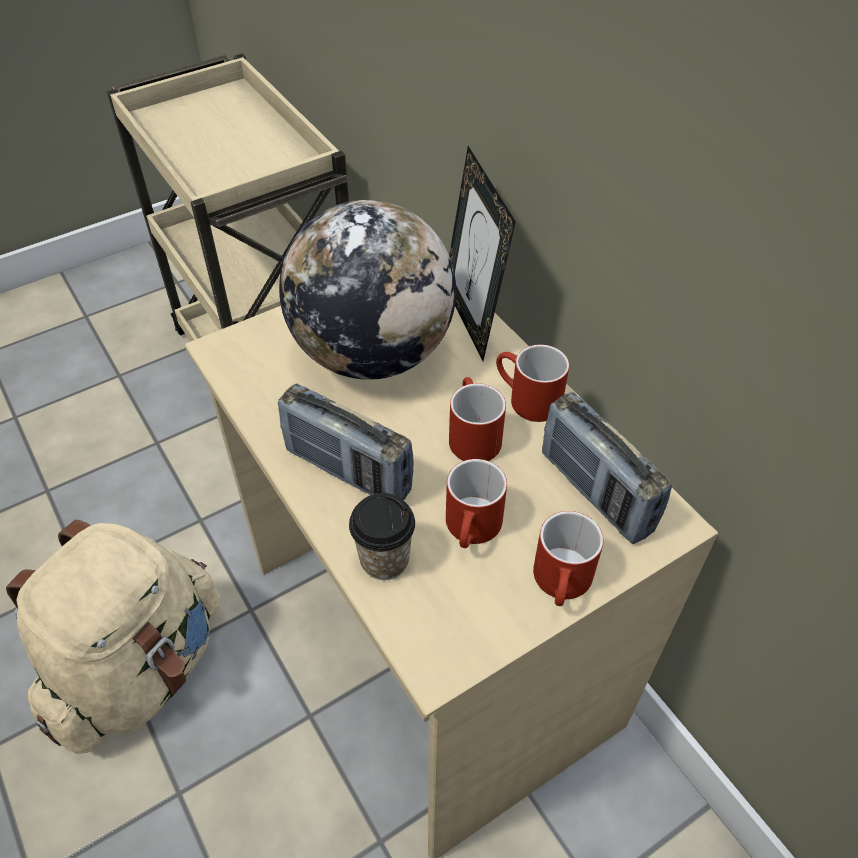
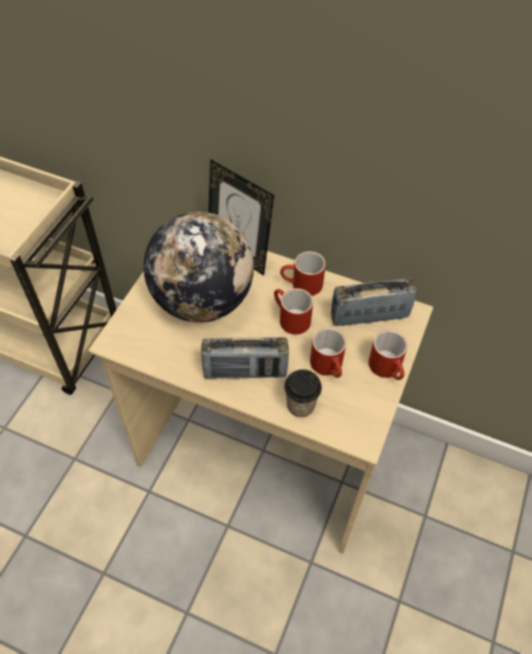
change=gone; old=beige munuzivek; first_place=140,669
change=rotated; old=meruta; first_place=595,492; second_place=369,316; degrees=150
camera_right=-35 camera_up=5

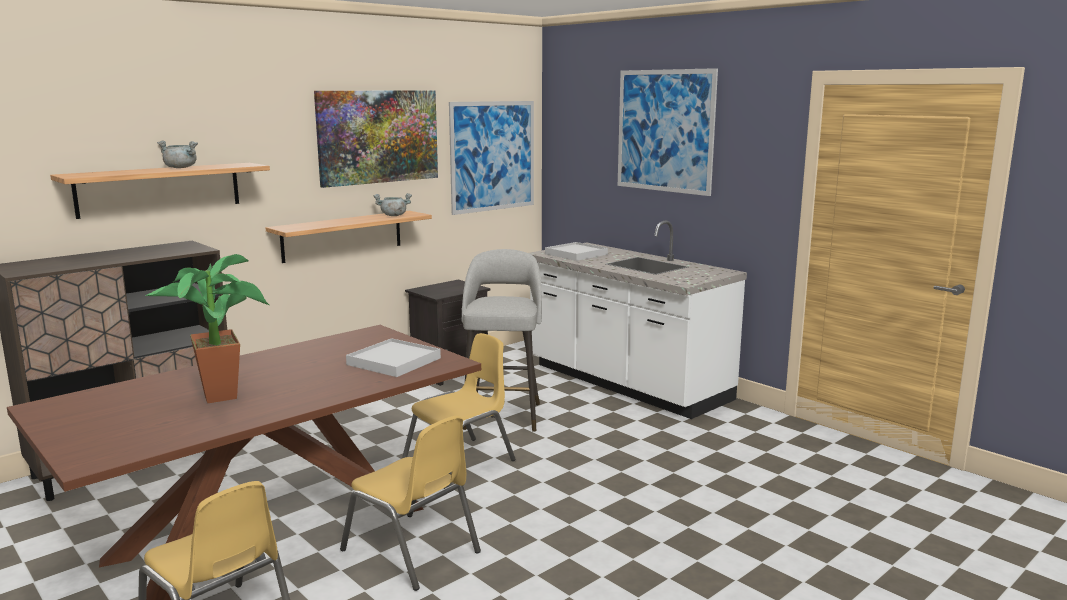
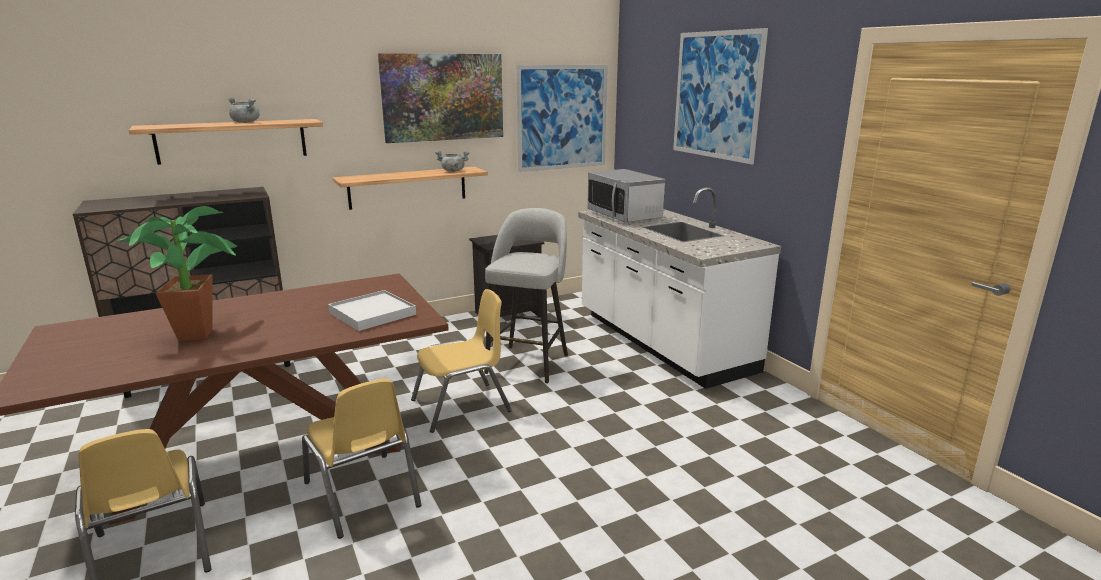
change=swapped; old=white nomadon; new=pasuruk; first_place=576,254; second_place=624,215
camera_right=15 camera_up=5

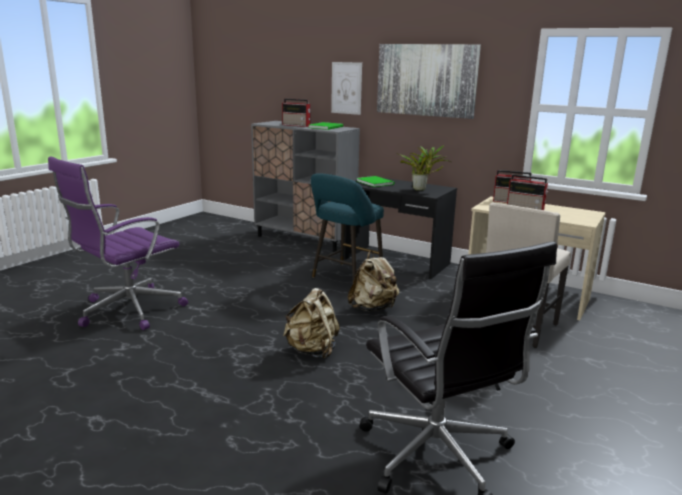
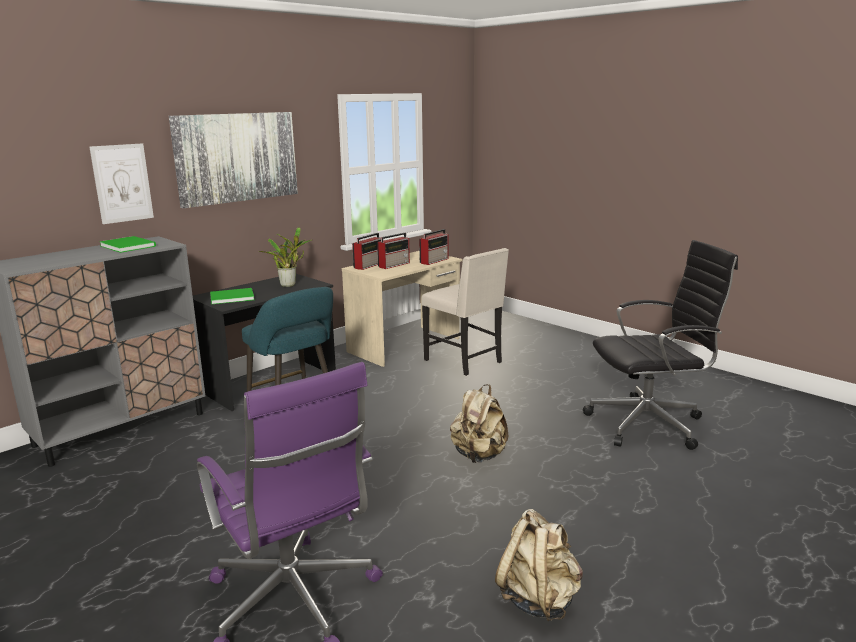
change=shifted; old=meruta; first_place=297,125; second_place=434,261
change=shifted; old=beige munuzivek; first_place=373,308; second_place=539,599
camera_right=-75 camera_up=0

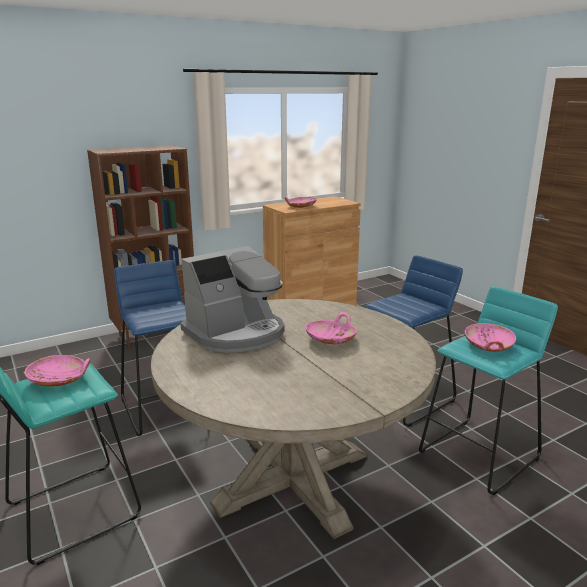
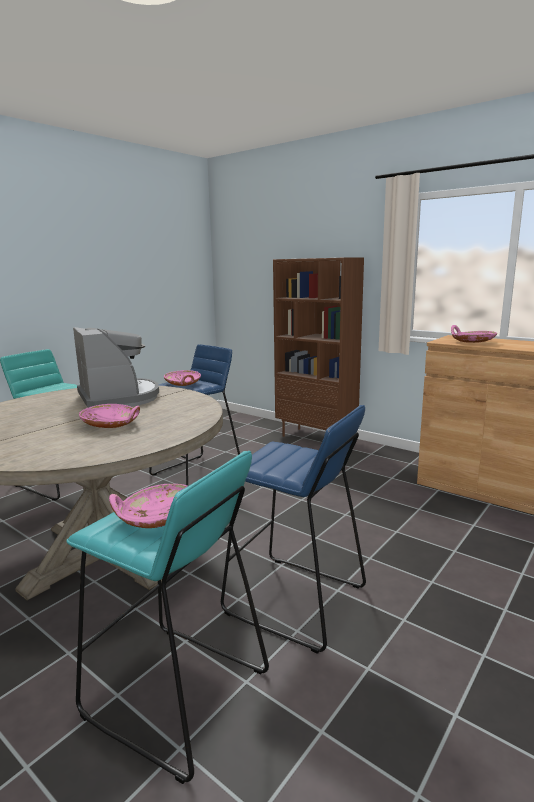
change=shifted; old=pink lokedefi; first_place=59,379; second_place=183,384
change=rotated; old=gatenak; first_place=236,333; second_place=119,398; degrees=-150
camera_right=70 camera_up=-5

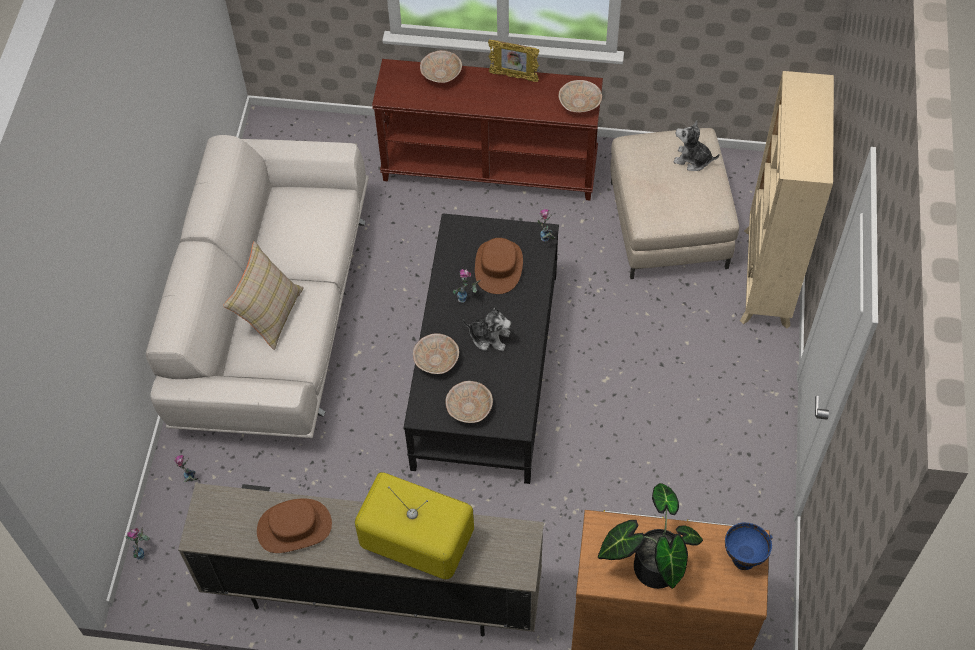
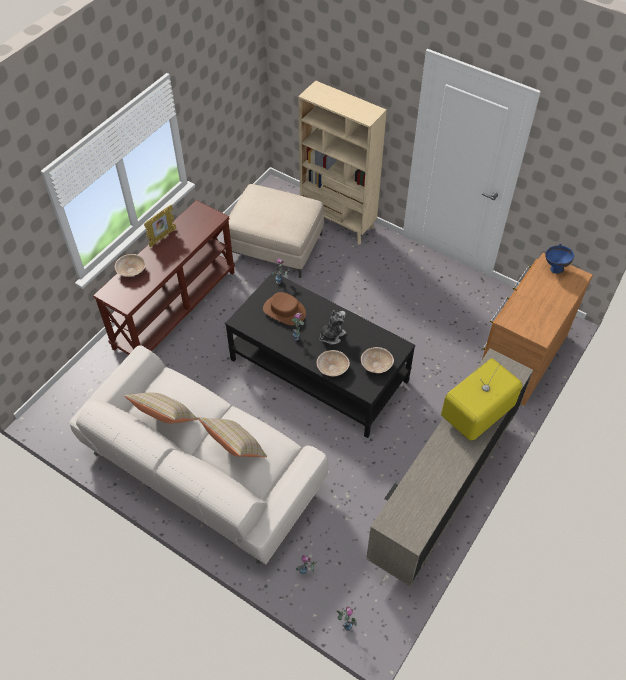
change=gone; old=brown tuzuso; first_place=294,527
change=gone; old=beige lokedefi; first_place=580,103
change=gone; old=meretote; first_place=650,565
change=gone; old=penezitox; first_place=692,159
change=new; new=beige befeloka; second_place=165,419
camera_right=-65 camera_up=-5

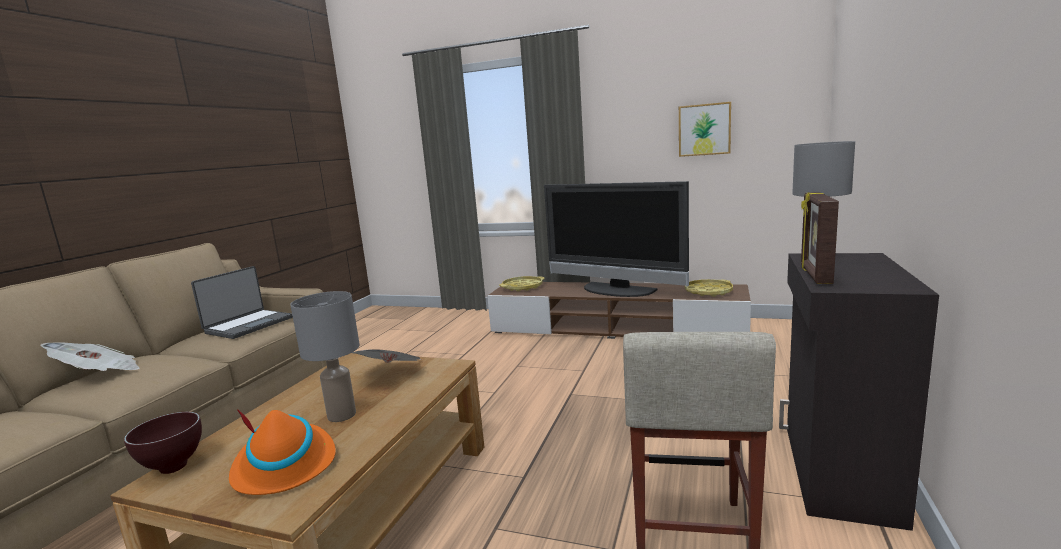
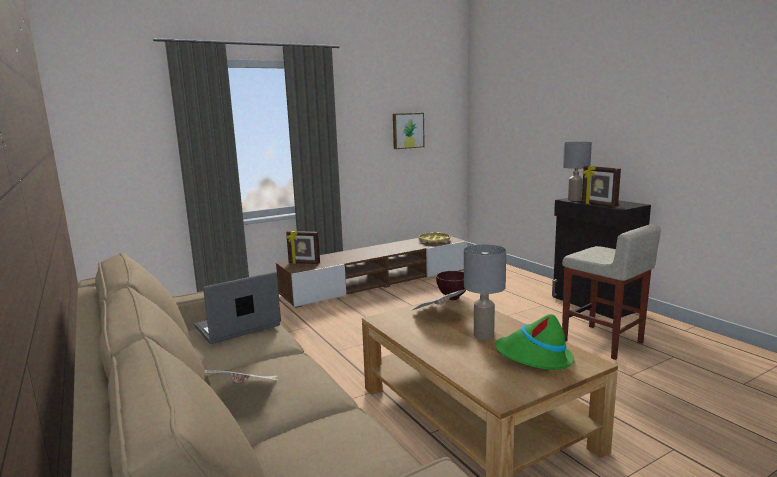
change=shifted; old=brown lokedefi; first_place=173,467; second_place=452,298
change=rotated; old=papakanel; first_place=248,325; second_place=238,327; degrees=-105
change=repainted; old=orange tuzuso; new=green tuzuso; first_place=285,465; second_place=534,358
change=swapped; old=yellow nomadon; new=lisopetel; first_place=522,287; second_place=304,263
change=gone; old=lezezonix; first_place=616,290
camera_right=-50 camera_up=0

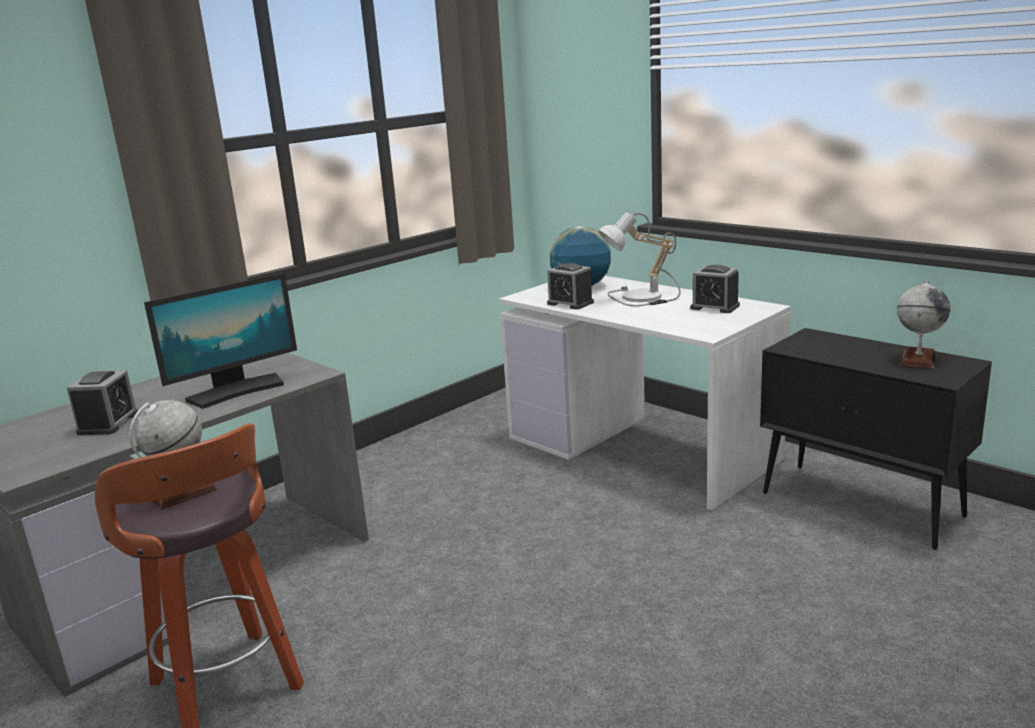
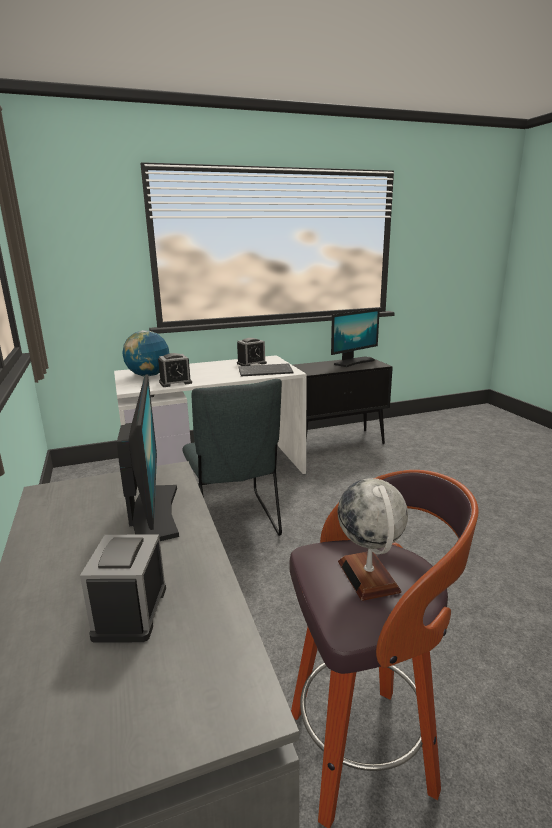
change=rotated; old=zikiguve; first_place=108,423; second_place=130,611; degrees=-120
change=gone; old=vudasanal; first_place=641,298
change=swapped; old=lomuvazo; new=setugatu; first_place=918,359; second_place=353,362
change=new; new=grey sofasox; second_place=234,523
change=new; new=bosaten; second_place=266,371
camera_right=-65 camera_up=0

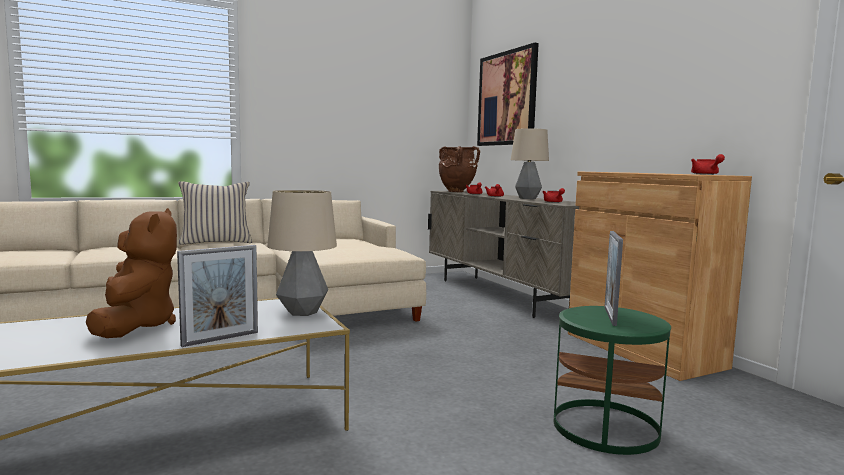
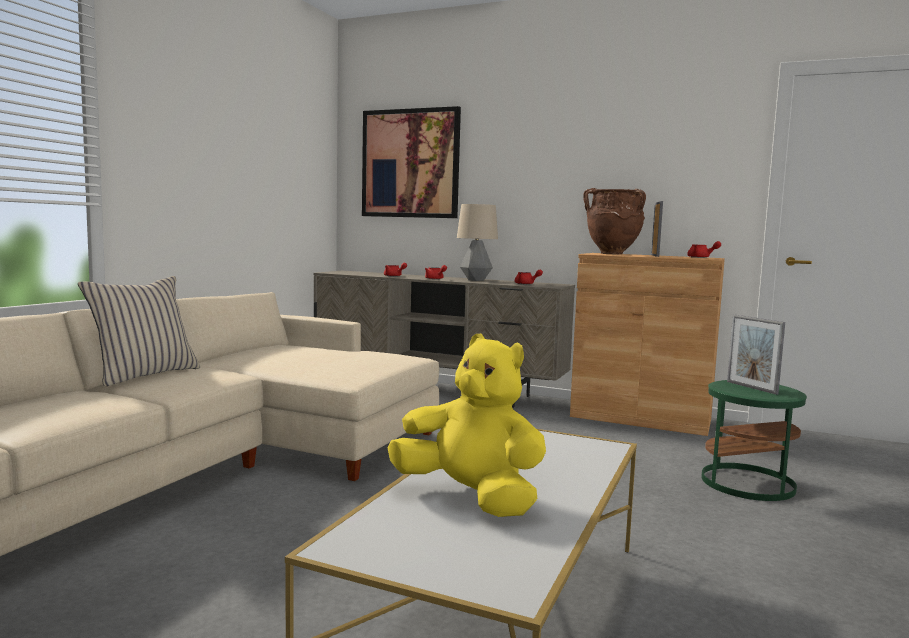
change=repainted; old=brown penezitox; new=yellow penezitox; first_place=135,326; second_place=470,497
change=shifted; old=lisopetel; first_place=220,339; second_place=655,255
change=gone; old=vudasanal; first_place=302,312
change=shifted; old=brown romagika; first_place=457,192; second_place=613,254
camera_right=-40 camera_up=0

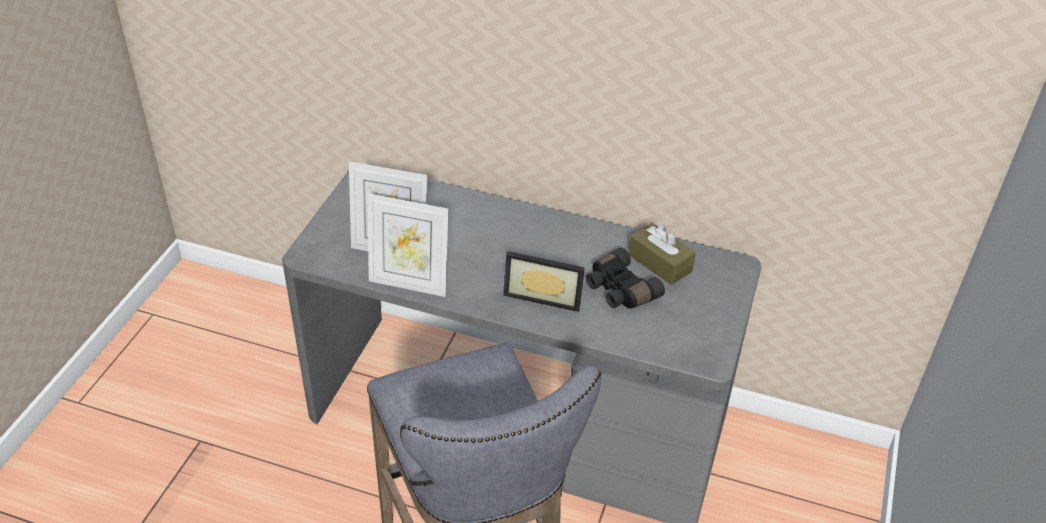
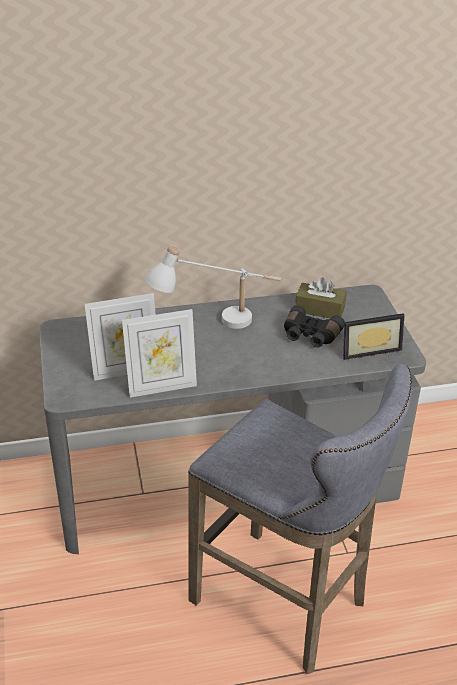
change=shifted; old=lisopetel; first_place=544,294; second_place=369,348
change=new; new=white vudasanal; second_place=216,325
camera_right=-30 camera_up=-5

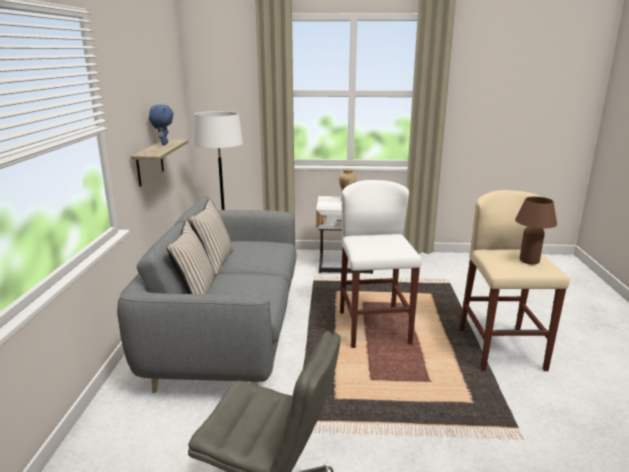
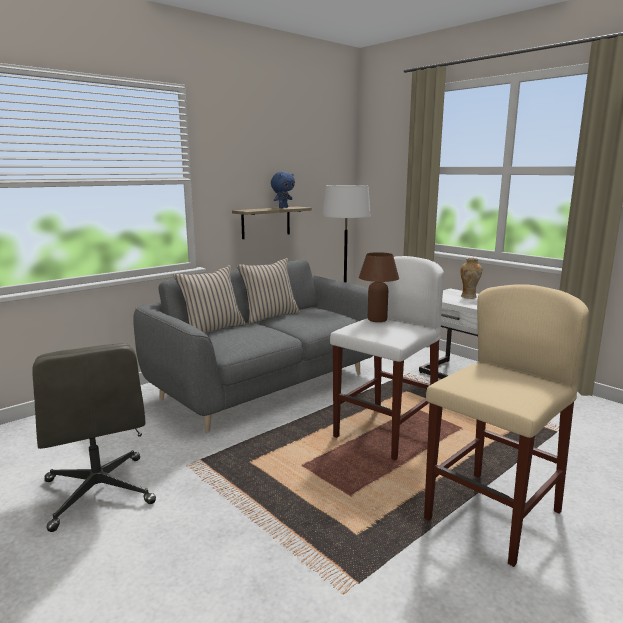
change=shifted; old=brown vudasanal; first_place=529,261; second_place=377,320
camera_right=45 camera_up=-5

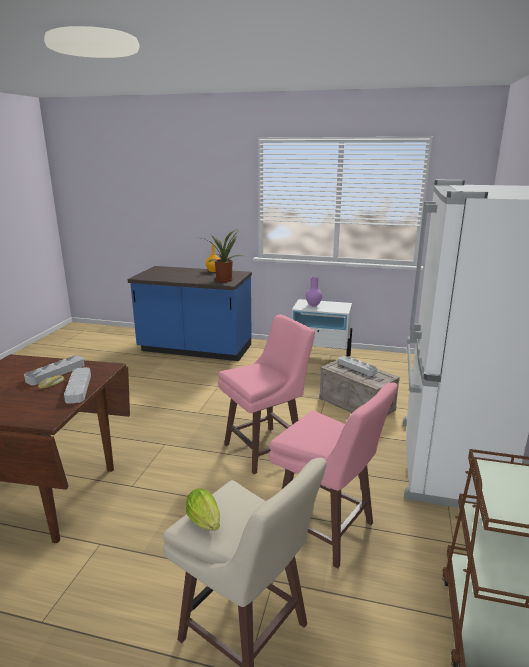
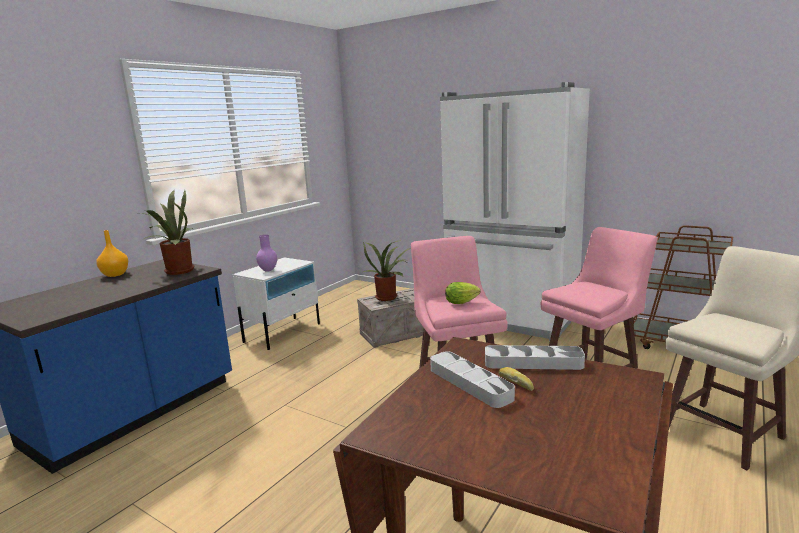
change=shifted; old=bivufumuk; first_place=206,523; second_place=463,302
change=swapped; old=grey nomadon; new=meretote; first_place=357,368; second_place=388,297
camera_right=-70 camera_up=-5

